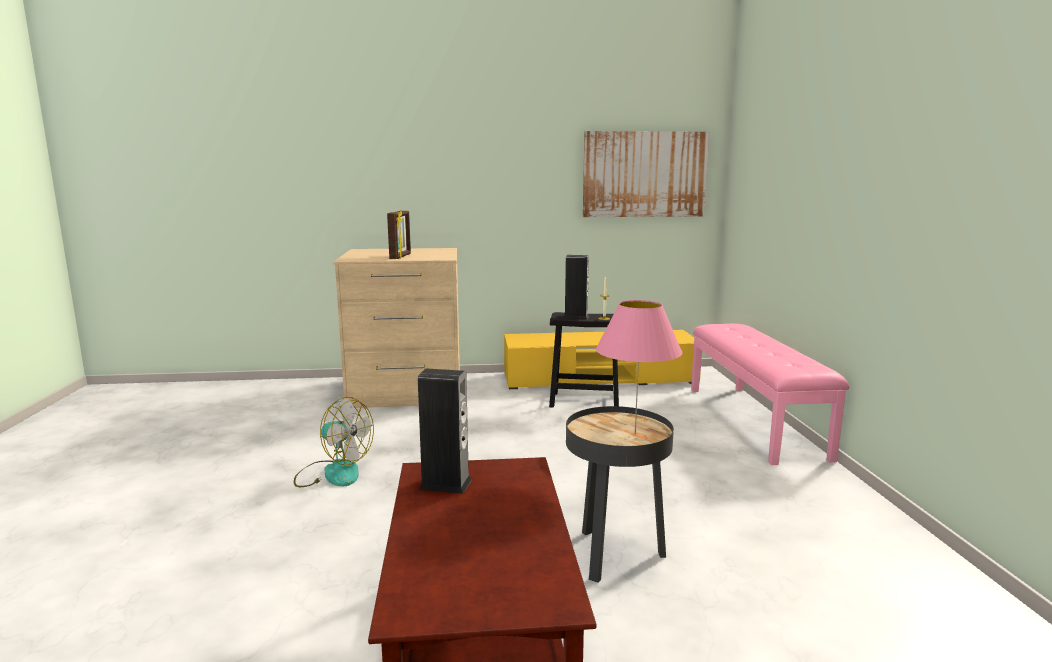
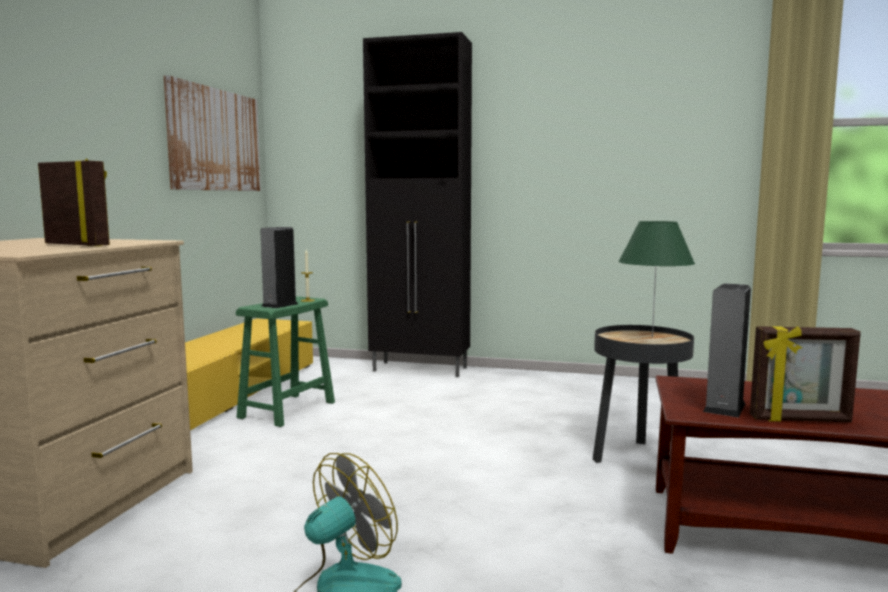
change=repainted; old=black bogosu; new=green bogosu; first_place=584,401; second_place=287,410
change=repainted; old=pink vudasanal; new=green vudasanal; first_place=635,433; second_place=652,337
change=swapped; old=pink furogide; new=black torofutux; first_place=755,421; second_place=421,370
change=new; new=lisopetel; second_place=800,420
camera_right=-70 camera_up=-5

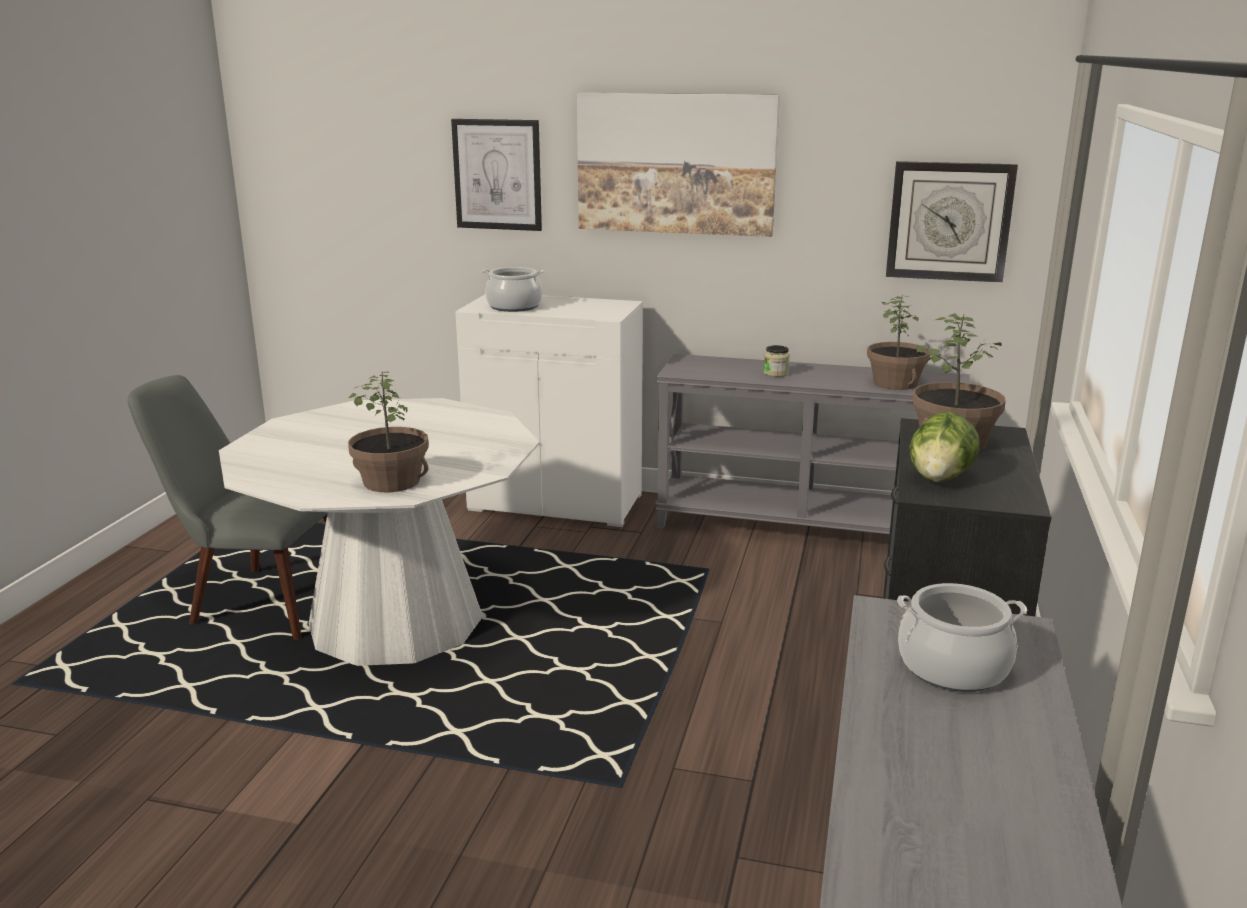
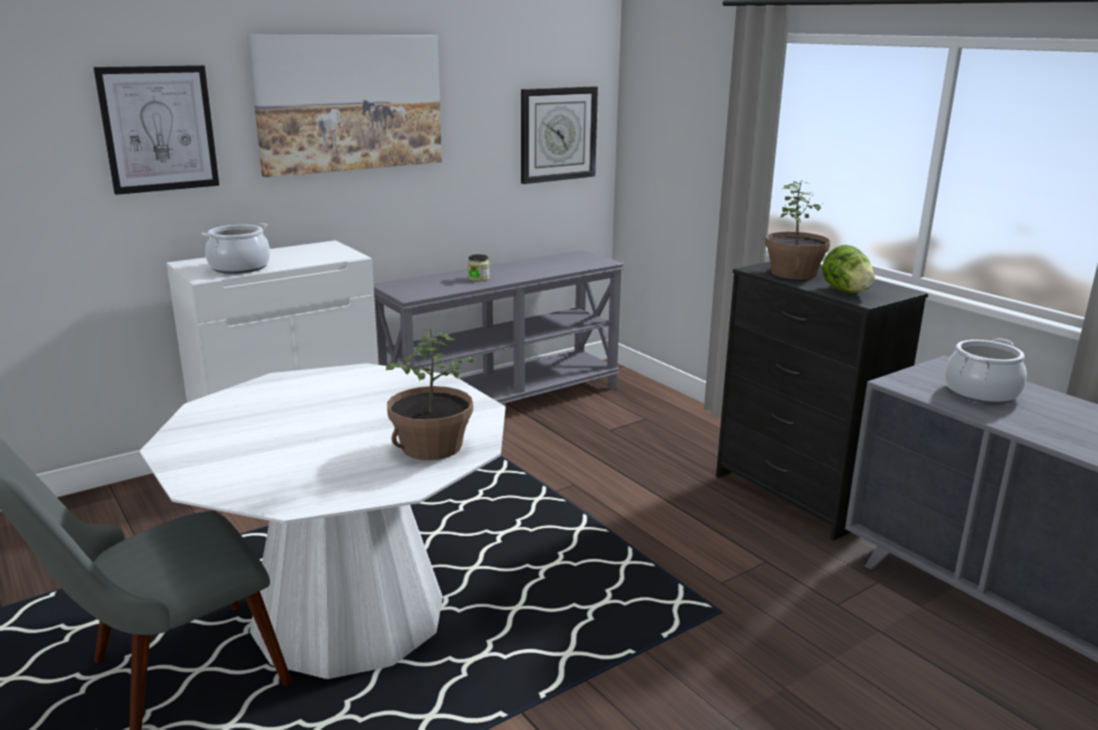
change=gone; old=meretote; first_place=896,383
camera_right=-50 camera_up=0

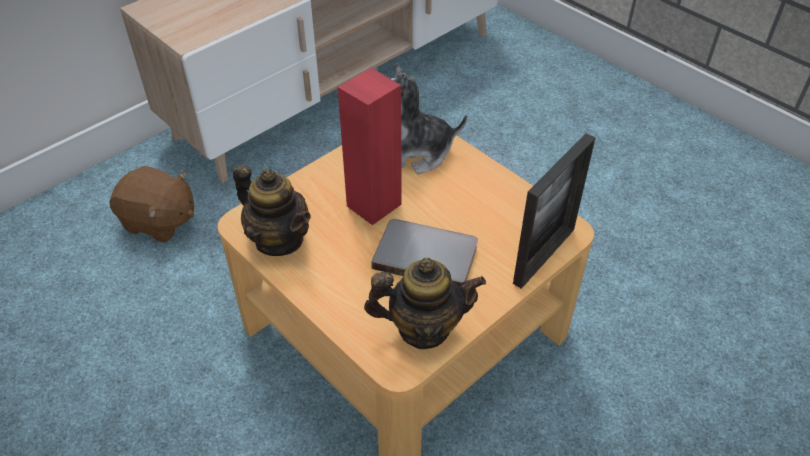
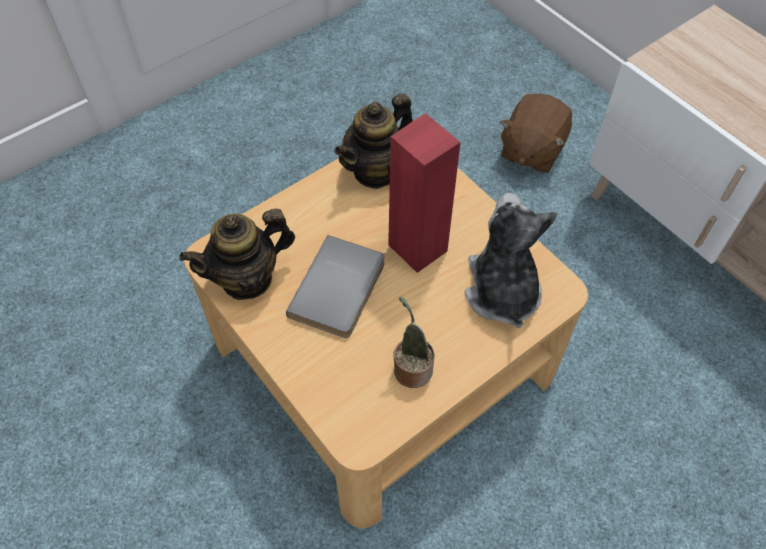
change=rotated; old=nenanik; first_place=423,328; second_place=247,278; degrees=60
change=gone; old=lisopetel; first_place=544,256
change=new; new=meretote; second_place=411,368
camera_right=95 camera_up=10

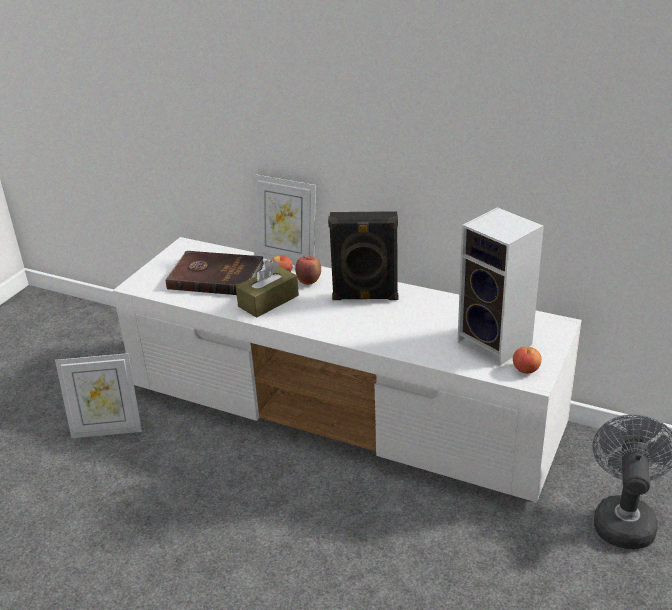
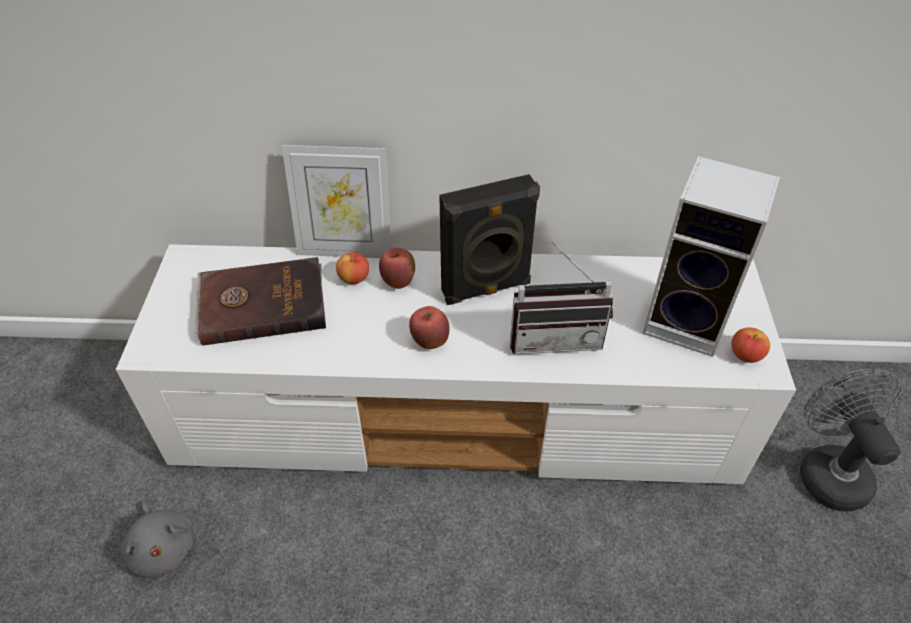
change=swapped; old=lisopetel; new=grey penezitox; first_place=107,430; second_place=163,548
change=gone; old=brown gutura; first_place=268,301
change=new; new=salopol; second_place=429,341
change=new; new=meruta; second_place=555,336
camera_right=-25 camera_up=15

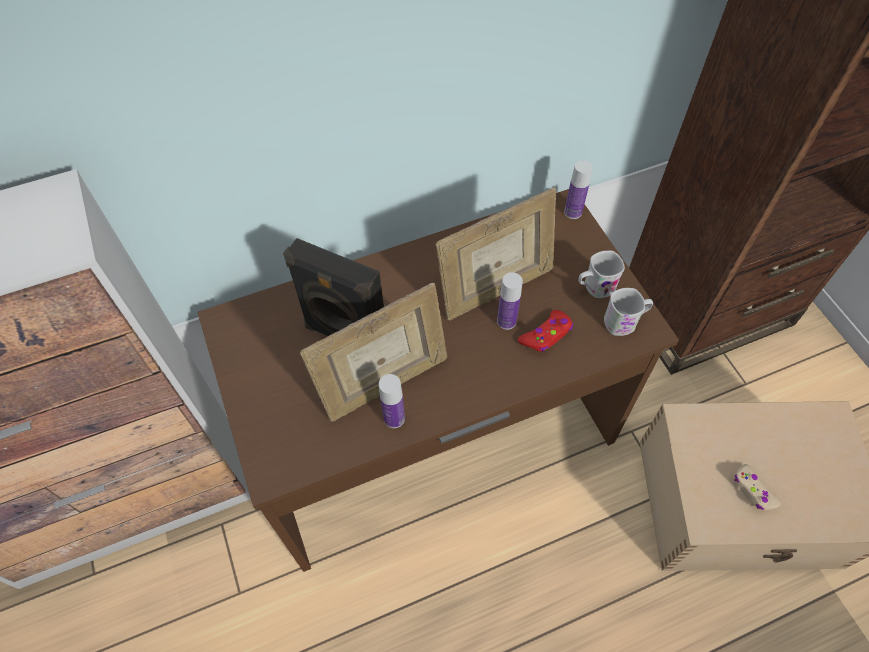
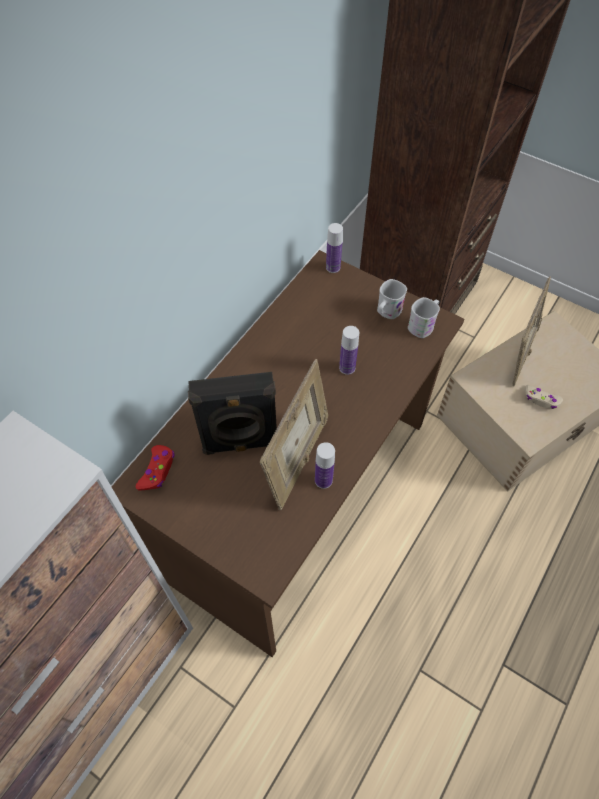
change=shifted; old=lisopetel; first_place=495,290; second_place=520,355
change=shifted; old=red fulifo; first_place=546,335; second_place=157,471
camera_right=-35 camera_up=0

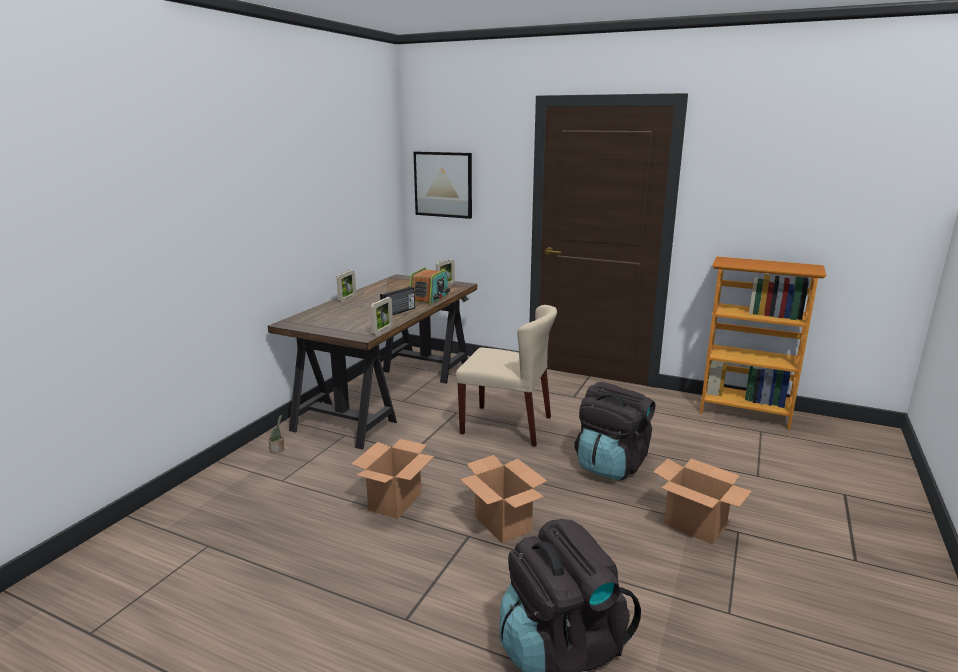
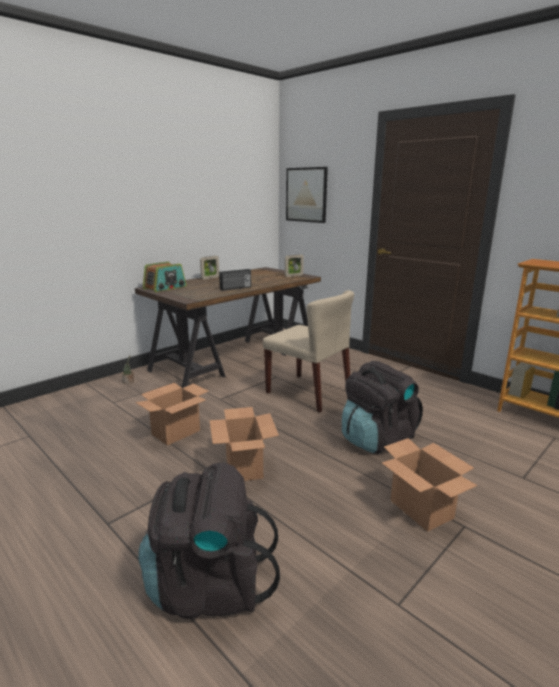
change=gone; old=lisopetel; first_place=382,331
change=shifted; old=meruta; first_place=429,298; second_place=165,287
camera_right=20 camera_up=0

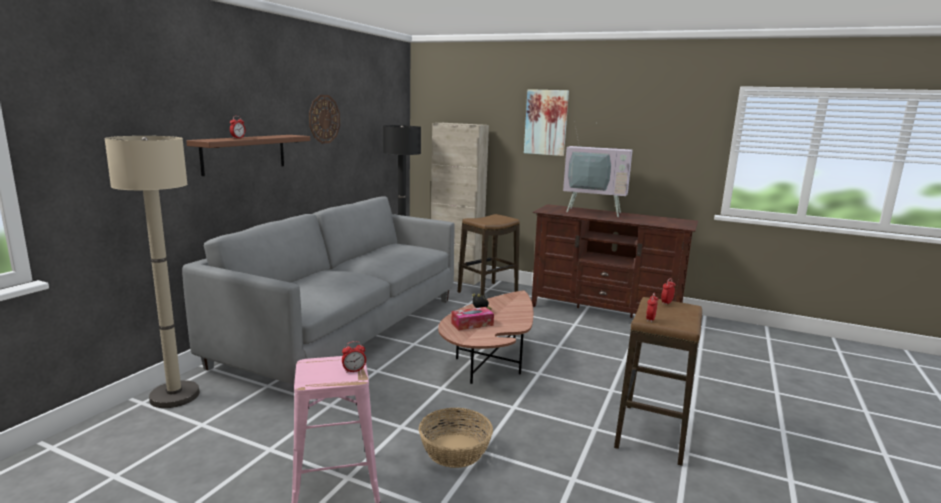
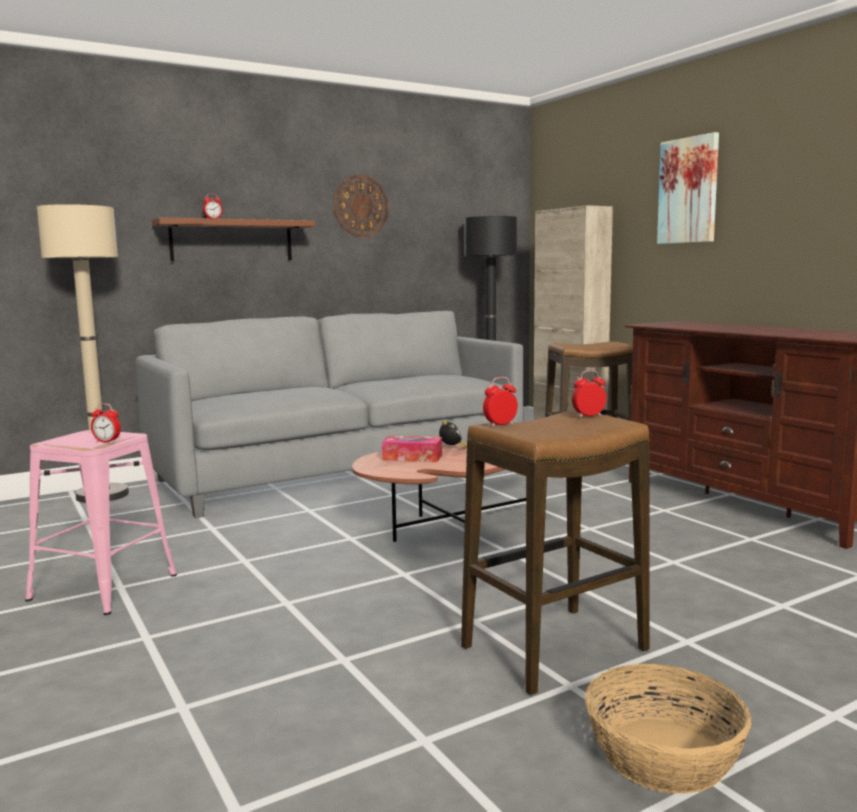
change=shifted; old=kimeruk; first_place=455,450; second_place=664,756
change=gone; old=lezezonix; first_place=594,211
camera_right=35 camera_up=-5

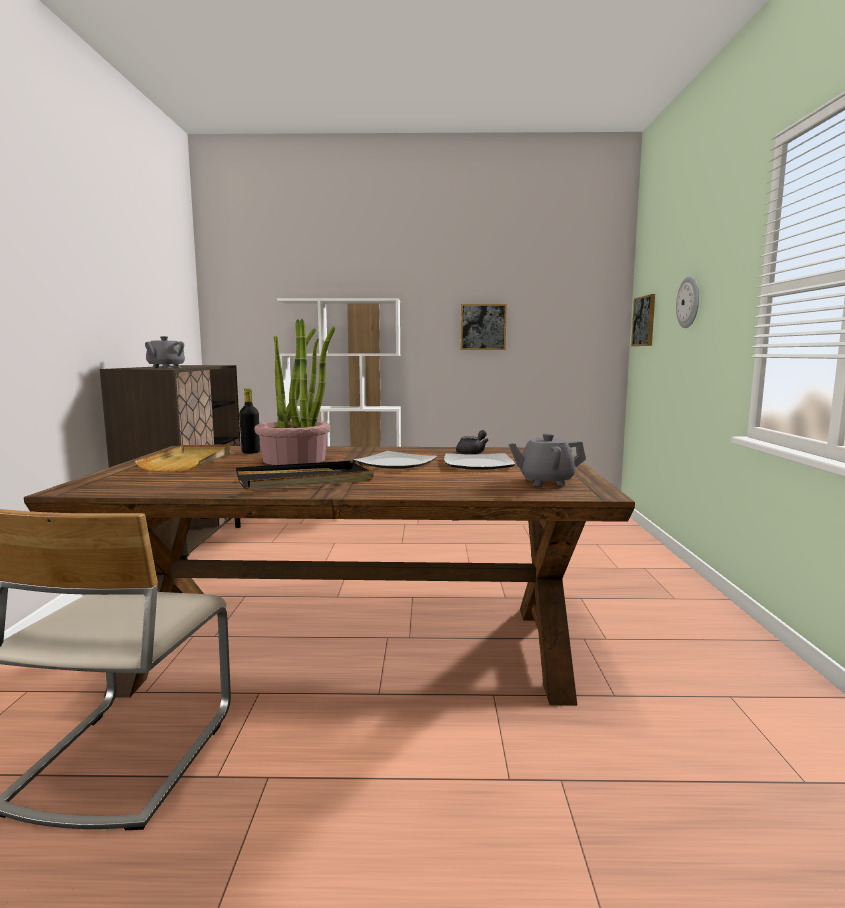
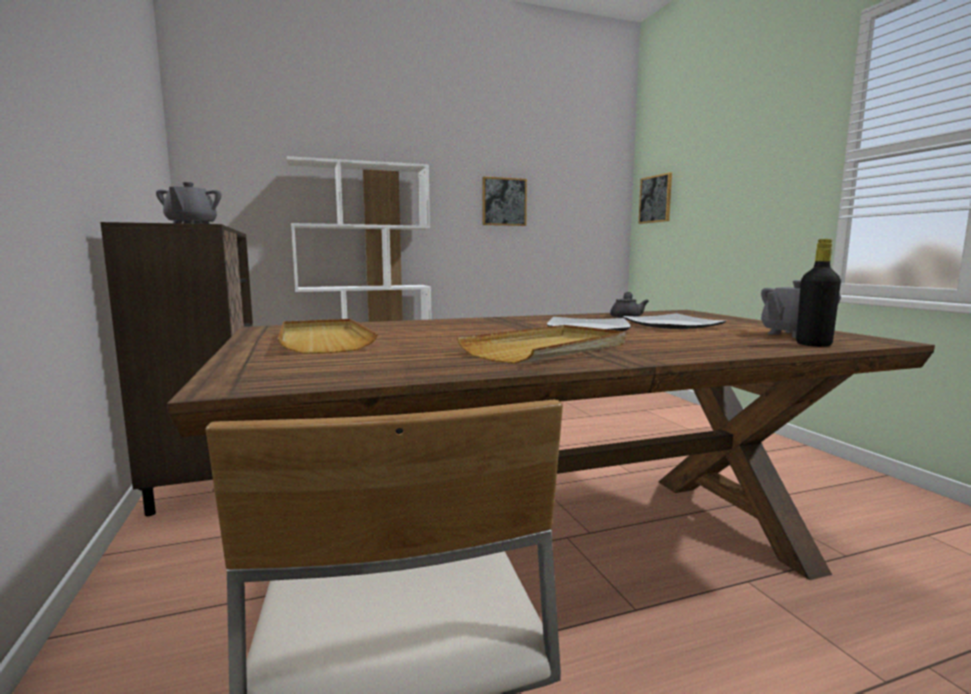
change=repainted; old=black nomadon; new=beige nomadon; first_place=306,480; second_place=548,349
change=shifted; old=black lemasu; first_place=251,452; second_place=813,344
change=gone; old=meretote; first_place=295,460
change=gone; old=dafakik; first_place=689,302
camera_right=-20 camera_up=0

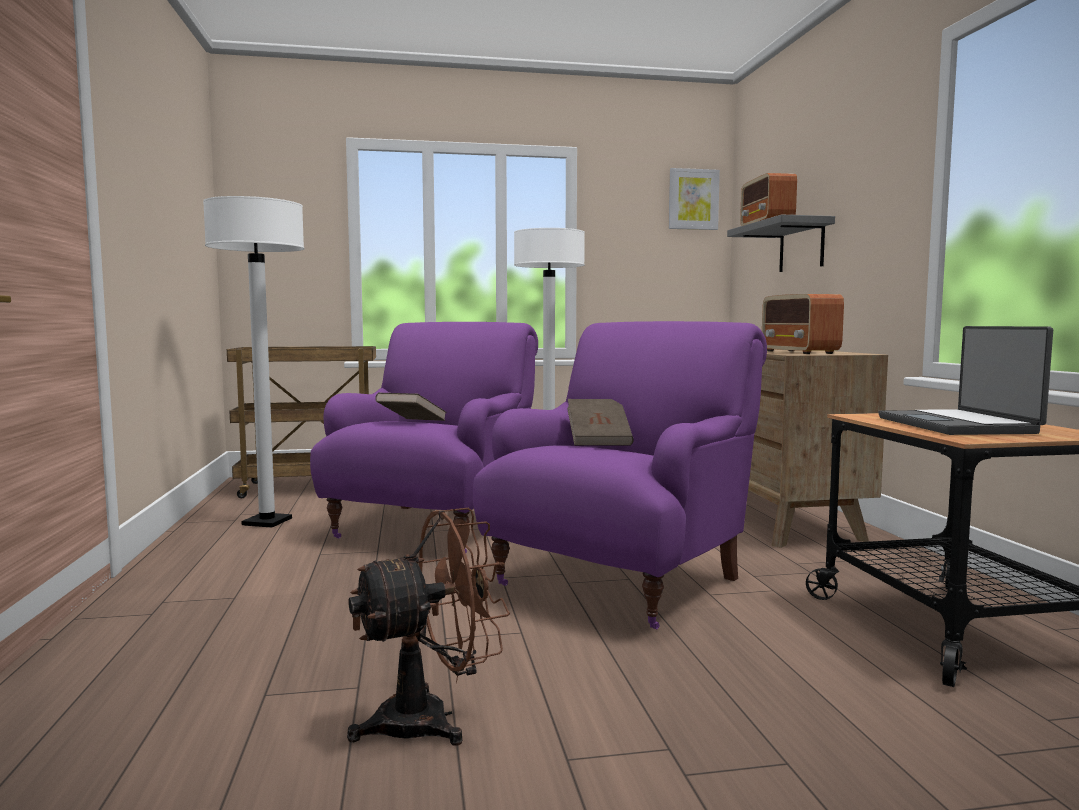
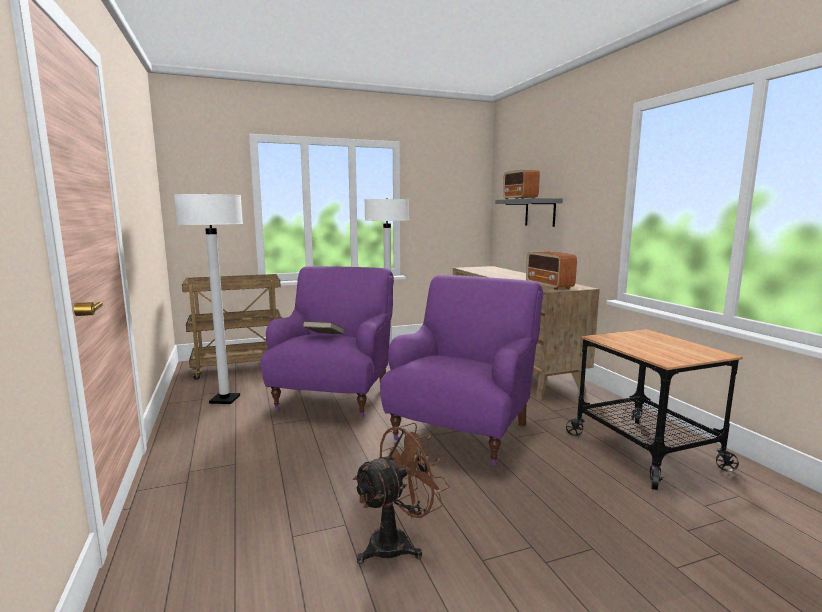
change=gone; old=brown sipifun; first_place=599,440
change=gone; old=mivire; first_place=693,199
change=gone; old=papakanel; first_place=958,425
camera_right=-10 camera_up=5

